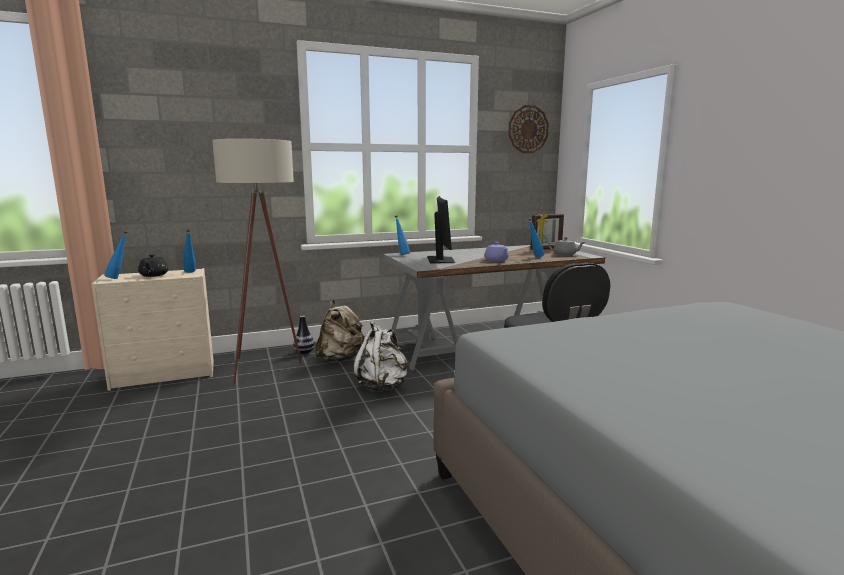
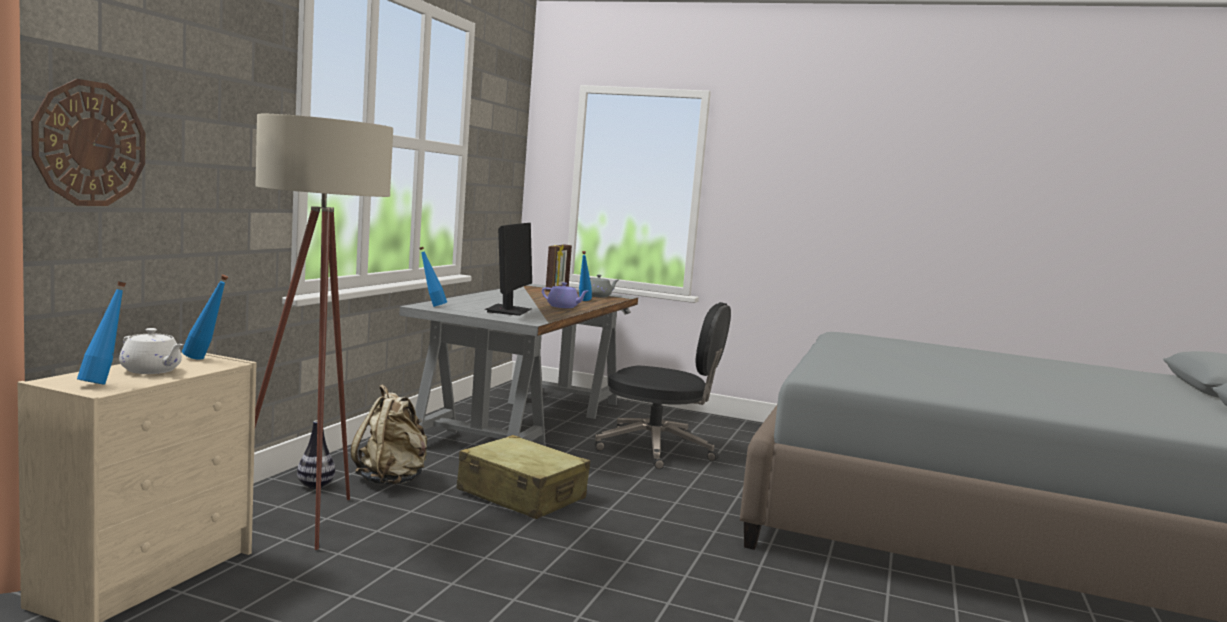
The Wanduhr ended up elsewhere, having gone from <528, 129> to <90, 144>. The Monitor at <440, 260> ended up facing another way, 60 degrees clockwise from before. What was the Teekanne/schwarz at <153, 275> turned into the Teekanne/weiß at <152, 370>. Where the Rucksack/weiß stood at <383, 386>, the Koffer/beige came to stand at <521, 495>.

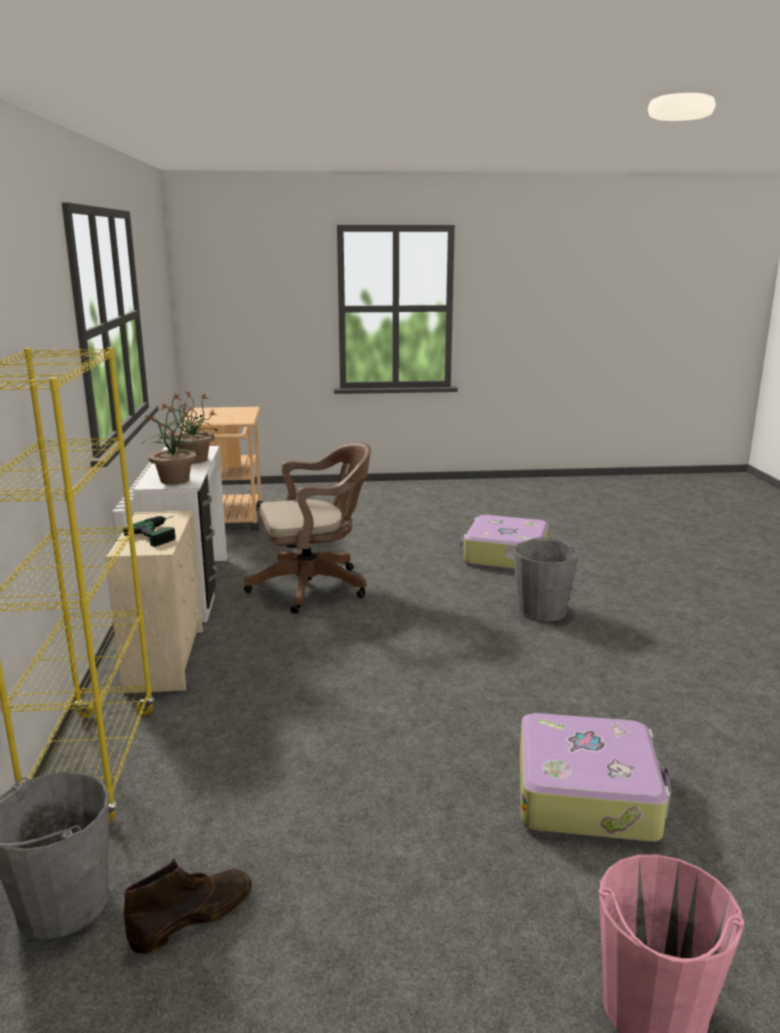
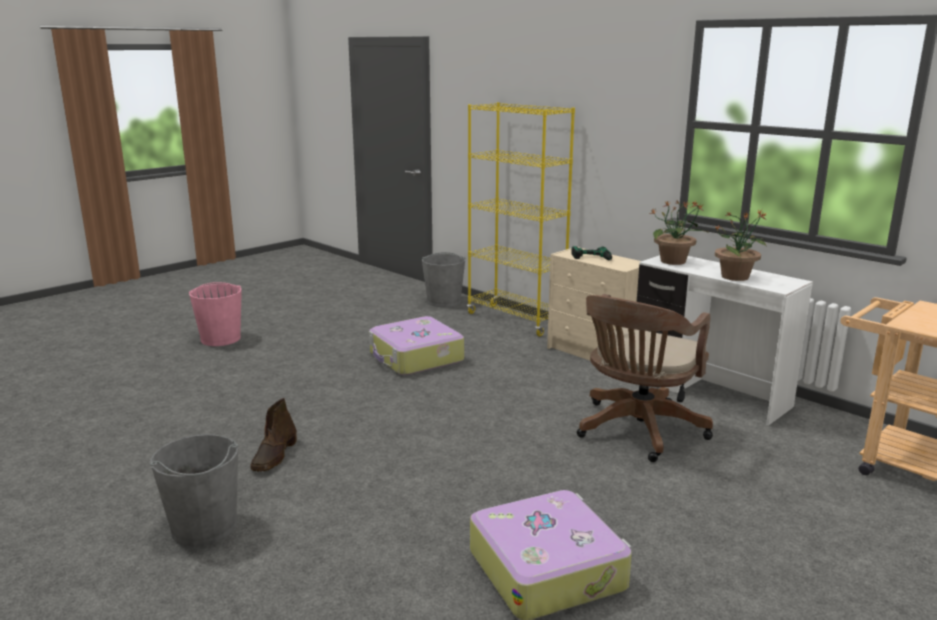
The Eimer/grau ended up elsewhere, having gone from <542, 610> to <204, 527>. The Koffer ended up elsewhere, having gone from <587, 794> to <415, 358>. The Stiefel/braun ended up elsewhere, having gone from <193, 916> to <274, 456>.

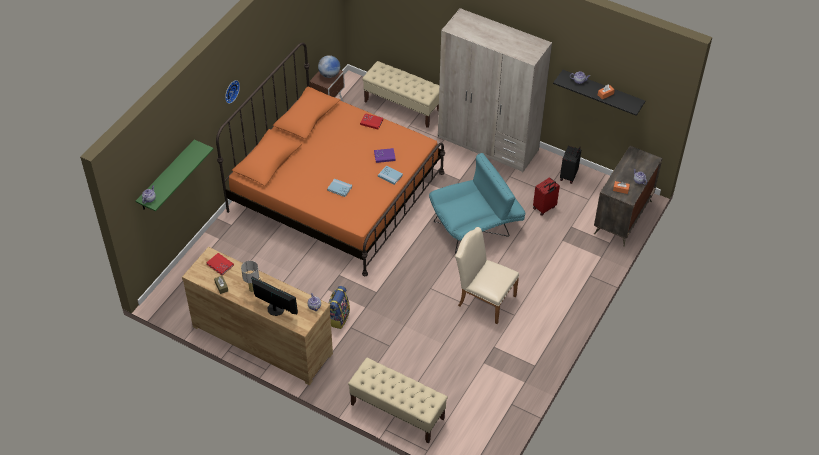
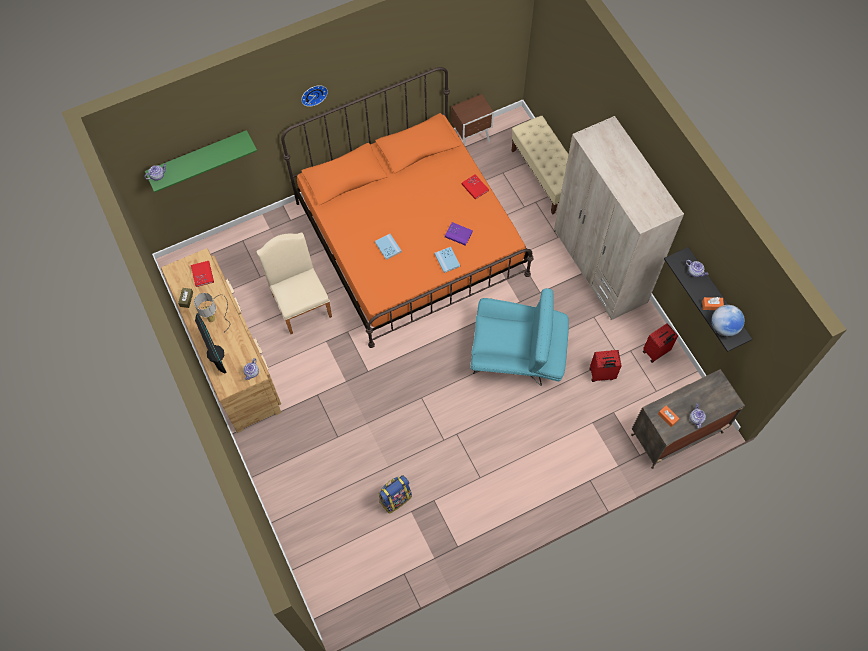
The Globus ended up elsewhere, having gone from <329, 74> to <723, 327>. What was the Koffer/schwarz at <569, 176> turned into the Koffer/rot at <656, 352>. The Stuhl/beige ended up elsewhere, having gone from <483, 299> to <300, 302>. The Rucksack ended up elsewhere, having gone from <338, 317> to <395, 498>. The second view lost the Bank/beige at <397, 411>.

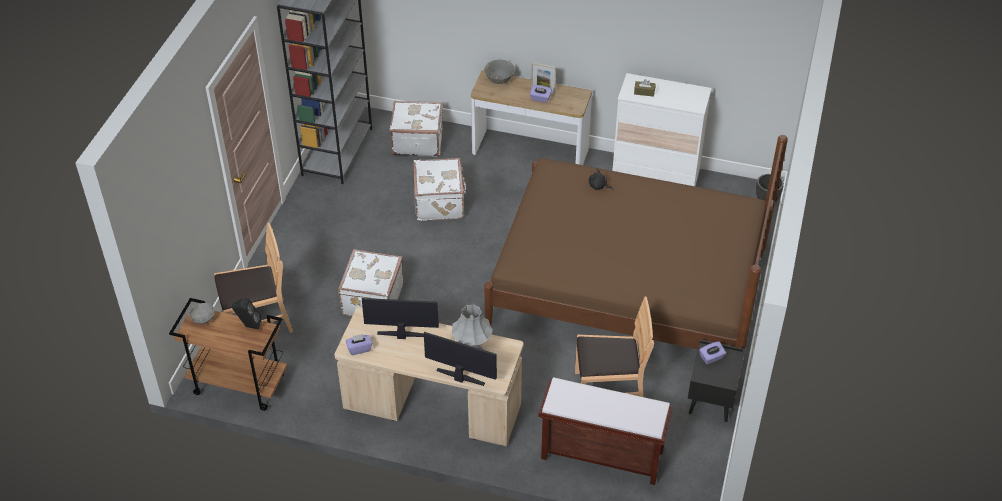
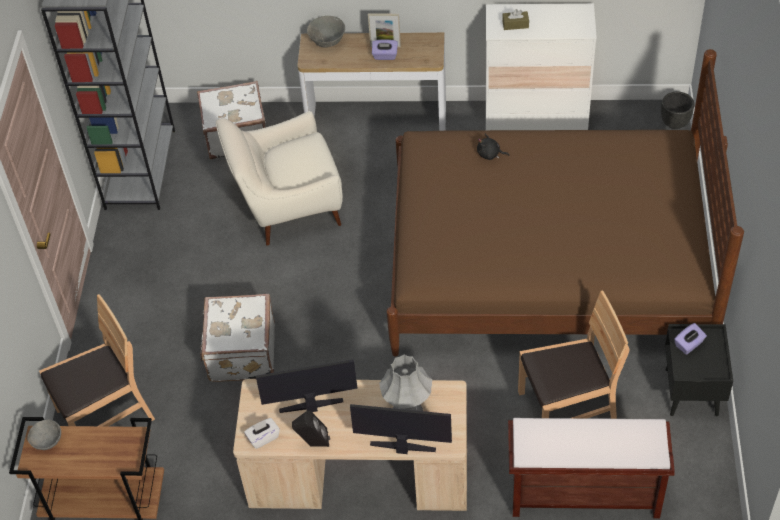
Where the Koffer/weiß stood at <440, 202>, the Sessel/weiß came to stand at <287, 208>. The Lautsprecher/schwarz ended up elsewhere, having gone from <249, 326> to <313, 444>. What was the Taschentuchbox/lila at <359, 349> turned into the Taschentuchbox/weiß at <263, 438>.

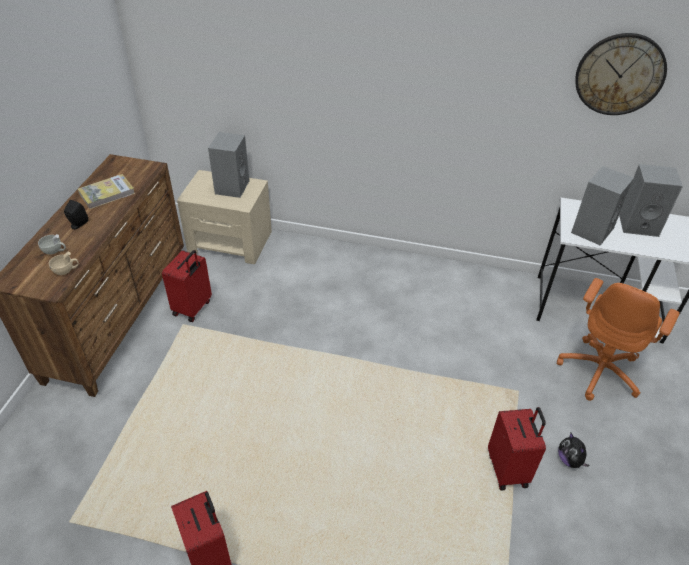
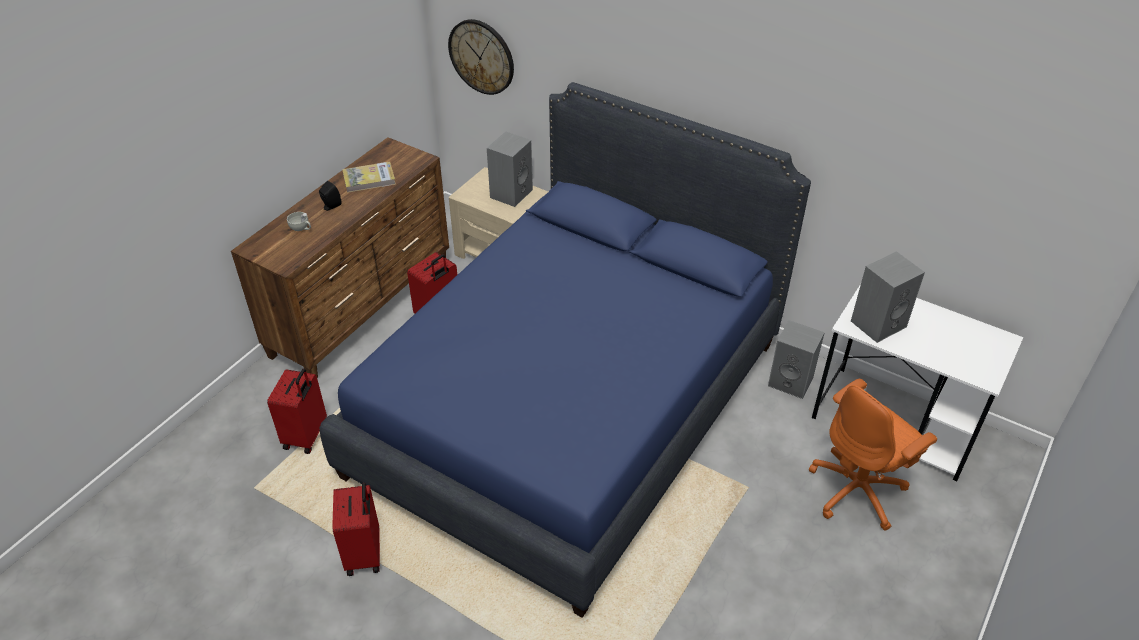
The Wanduhr ended up elsewhere, having gone from <619, 74> to <481, 56>. The Lautsprecher/grau ended up elsewhere, having gone from <639, 224> to <792, 381>. The second view lost the Tasse/beige at <66, 270>. The Koffer/rot ended up elsewhere, having gone from <508, 469> to <306, 436>. The second view lost the Plüschtier at <569, 460>. The second view gained the Bett/blau at <570, 407>.

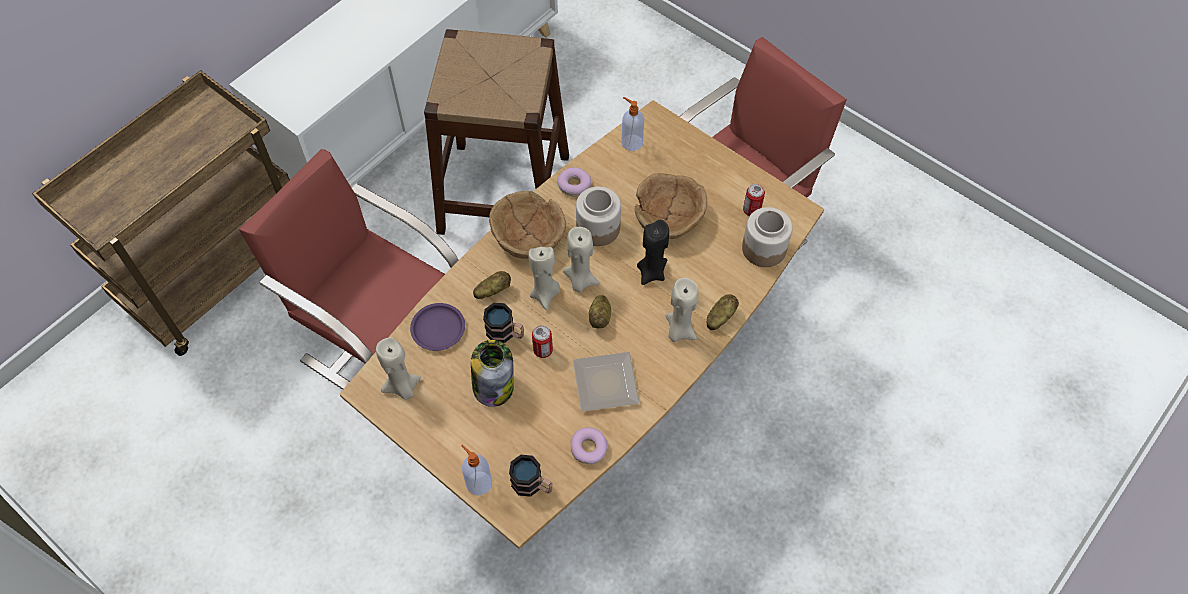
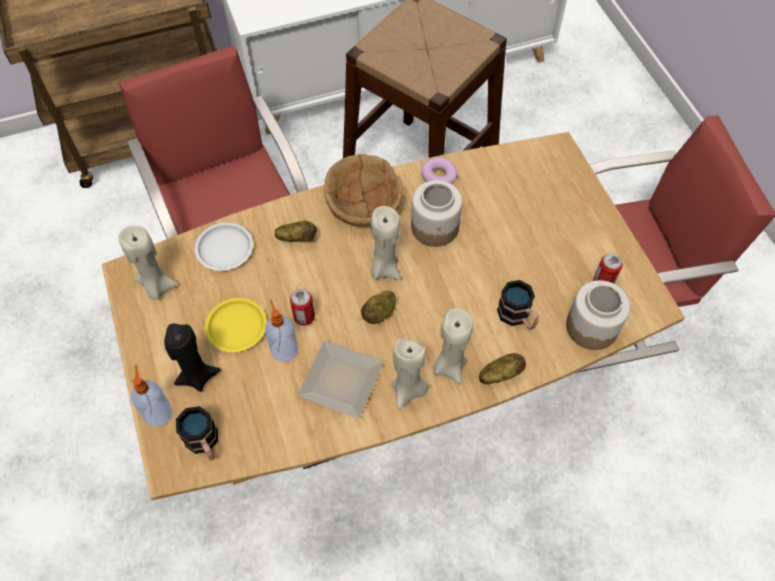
The Seifenspender ended up elsewhere, having gone from <631, 142> to <284, 349>. The second view lost the Schüssel/braun at <669, 216>. The Kerze/schwarz ended up elsewhere, having gone from <652, 272> to <197, 376>. The Kerze/beige ended up elsewhere, having gone from <545, 294> to <408, 390>. What was the Teller/lila at <437, 329> turned into the Teller/weiß at <224, 249>. The Henkelbecher ended up elsewhere, having gone from <506, 333> to <517, 317>. Where the Vorratsglas stood at <493, 385>, the Teller/gelb came to stand at <236, 327>. The second view lost the Donut at <588, 448>.

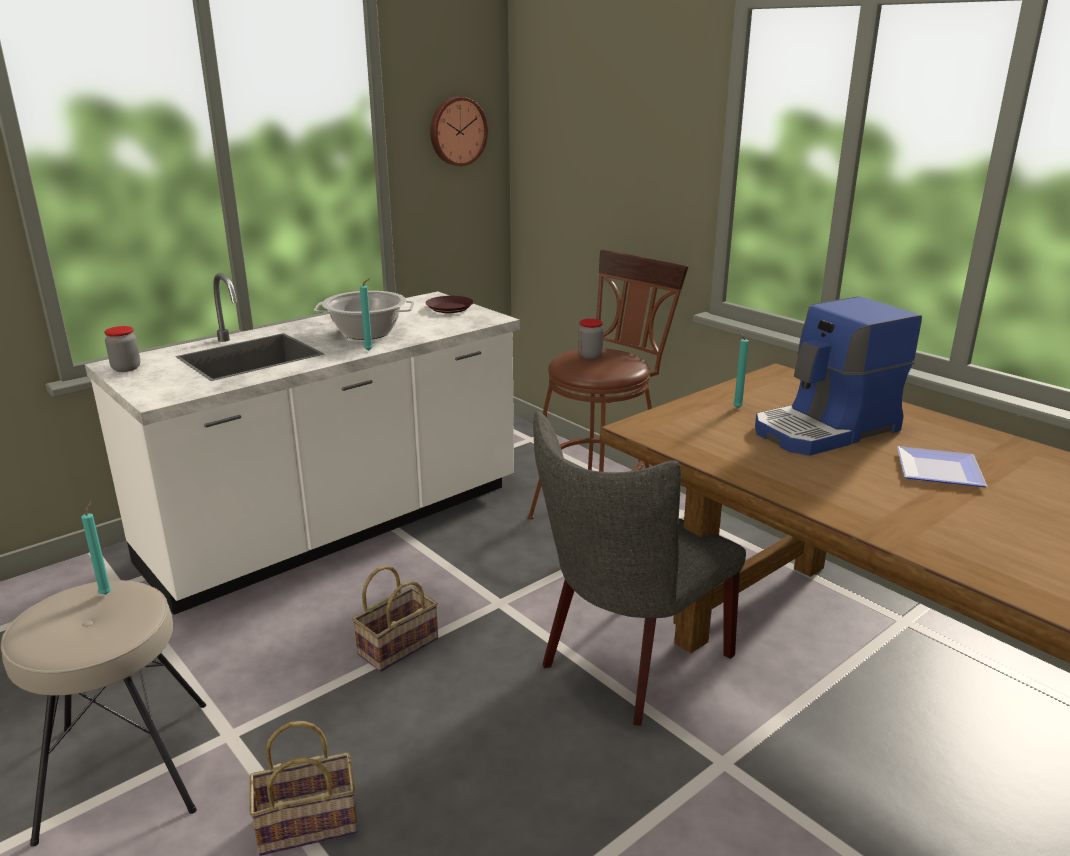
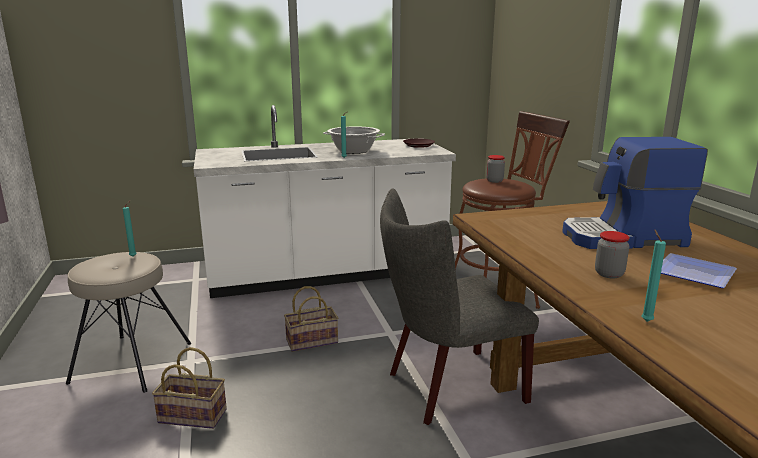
The second view lost the Wanduhr at <457, 131>. The Vorratsglas ended up elsewhere, having gone from <126, 368> to <609, 274>. The Kerze/türkis ended up elsewhere, having gone from <736, 407> to <645, 320>.

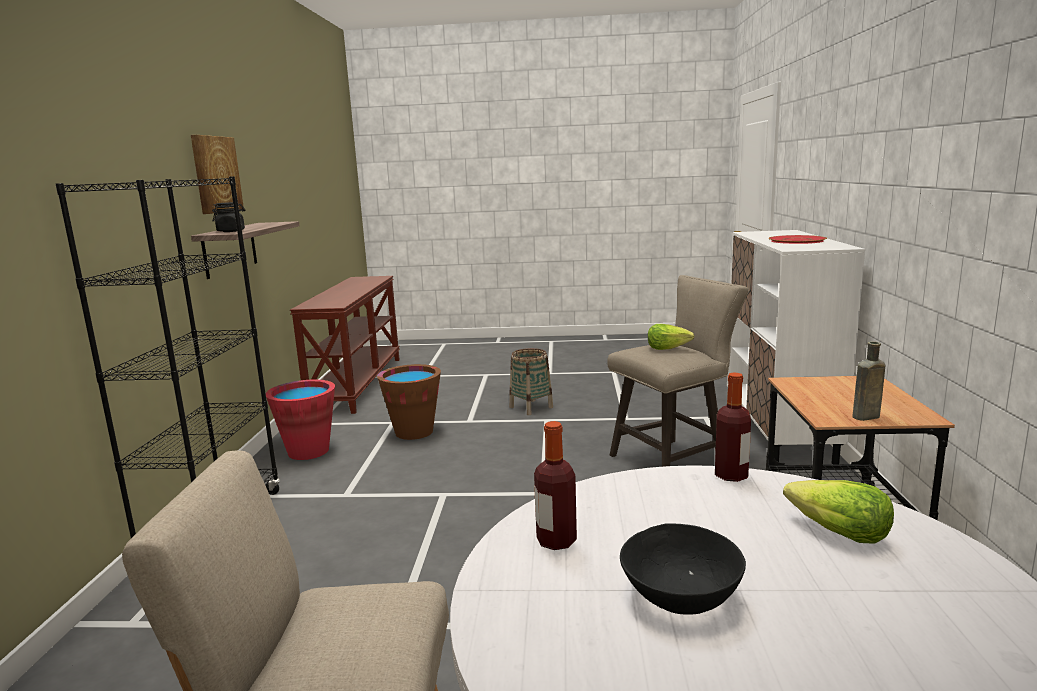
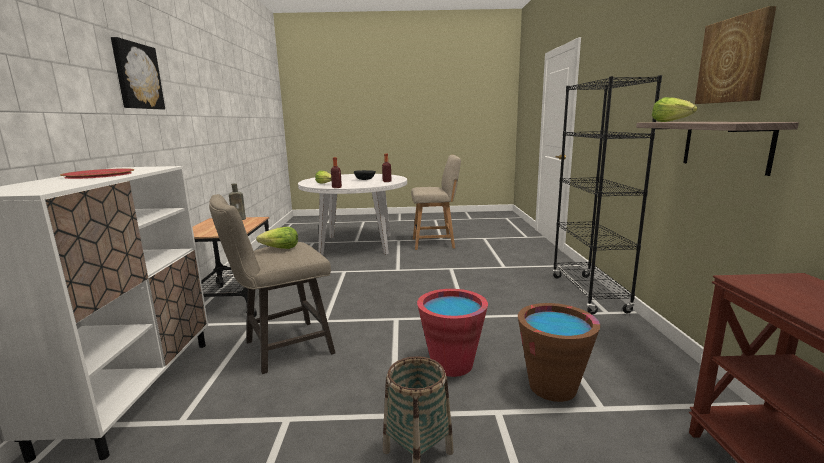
Where the Vorratsglas/schwarz stood at <231, 231>, the Salatkopf came to stand at <672, 121>. The Eimer/rot ended up elsewhere, having gone from <308, 451> to <452, 364>. The second view gained the Bild at <136, 76>.

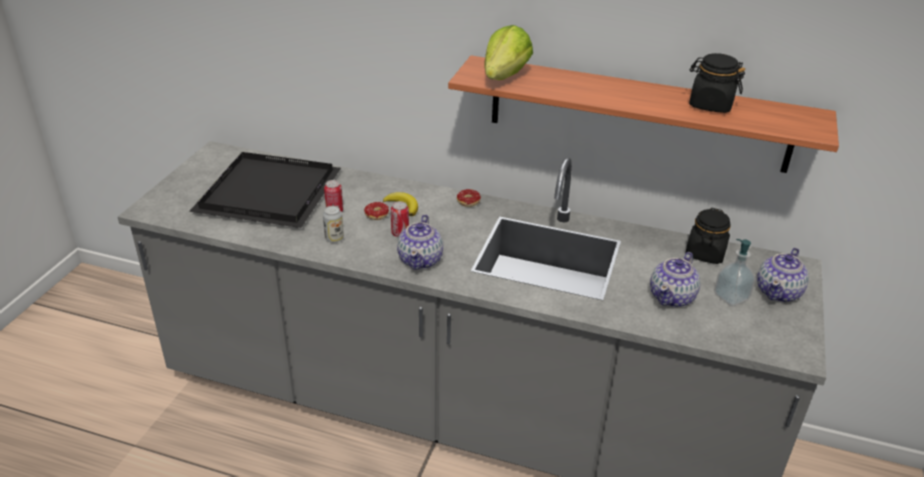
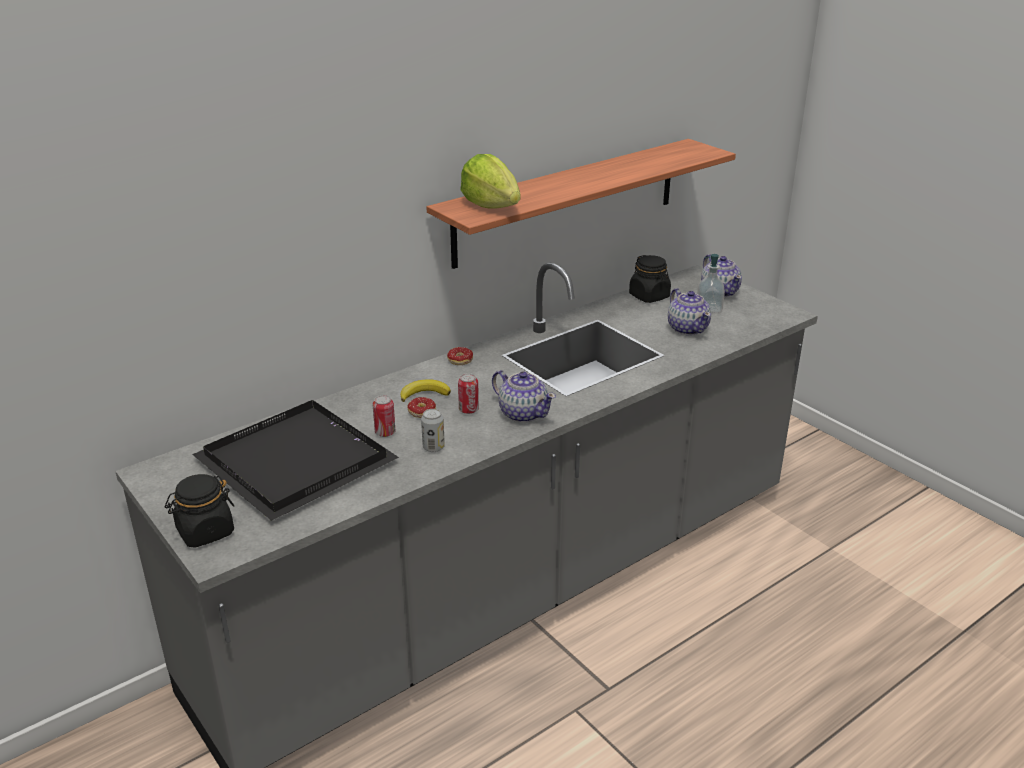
The Vorratsglas/schwarz ended up elsewhere, having gone from <710, 104> to <205, 532>.

